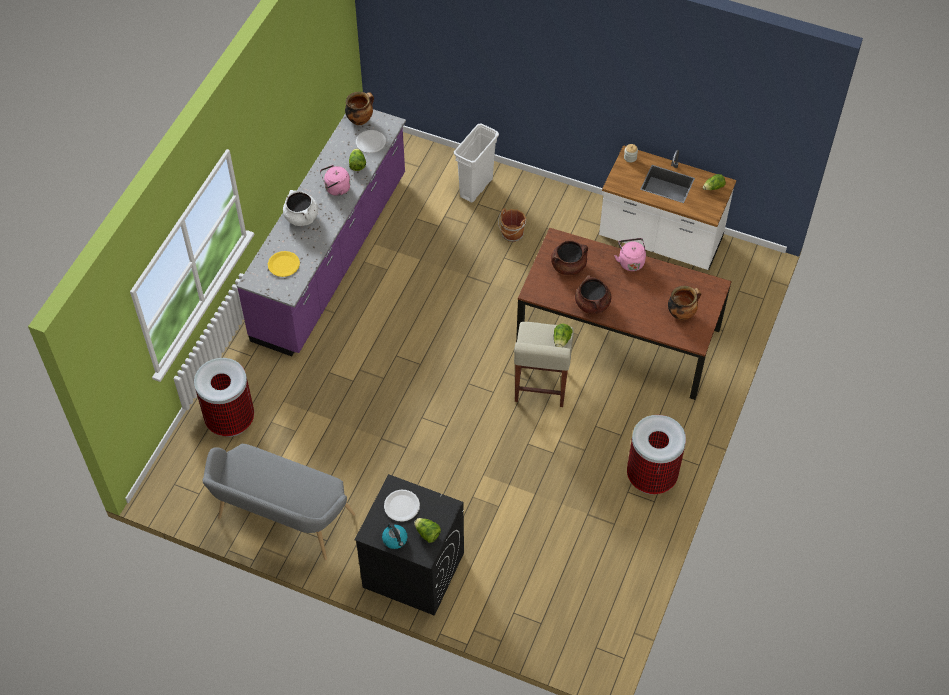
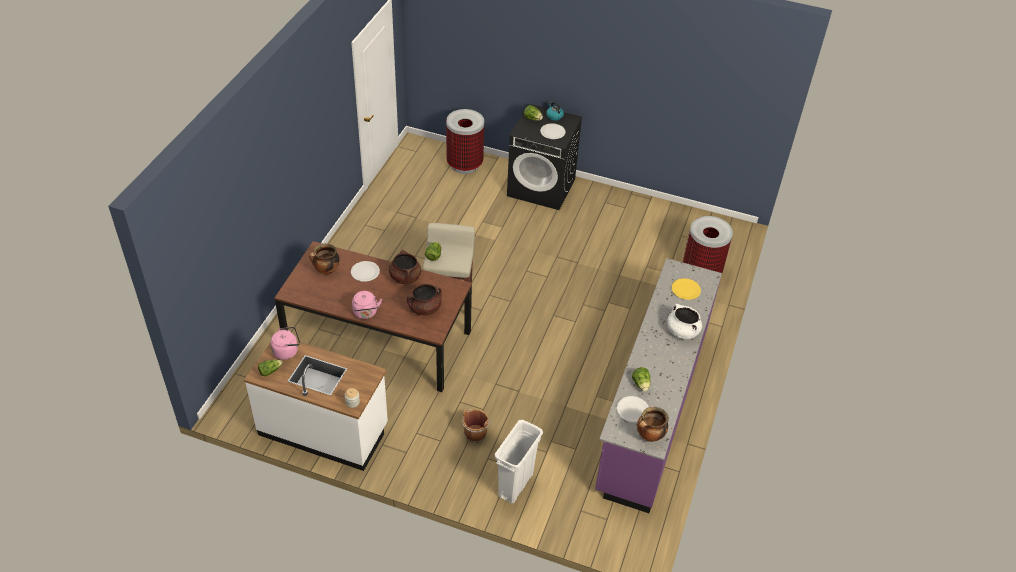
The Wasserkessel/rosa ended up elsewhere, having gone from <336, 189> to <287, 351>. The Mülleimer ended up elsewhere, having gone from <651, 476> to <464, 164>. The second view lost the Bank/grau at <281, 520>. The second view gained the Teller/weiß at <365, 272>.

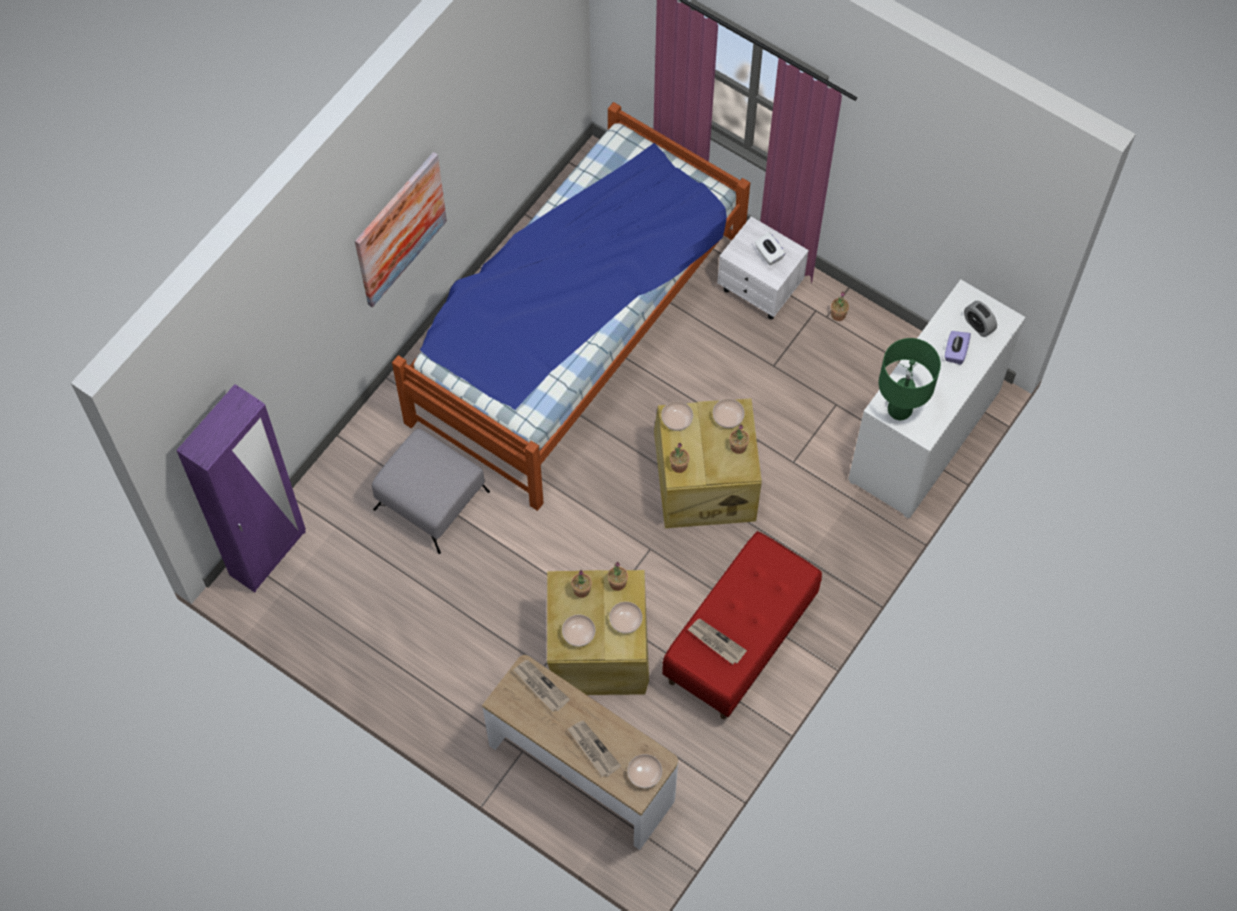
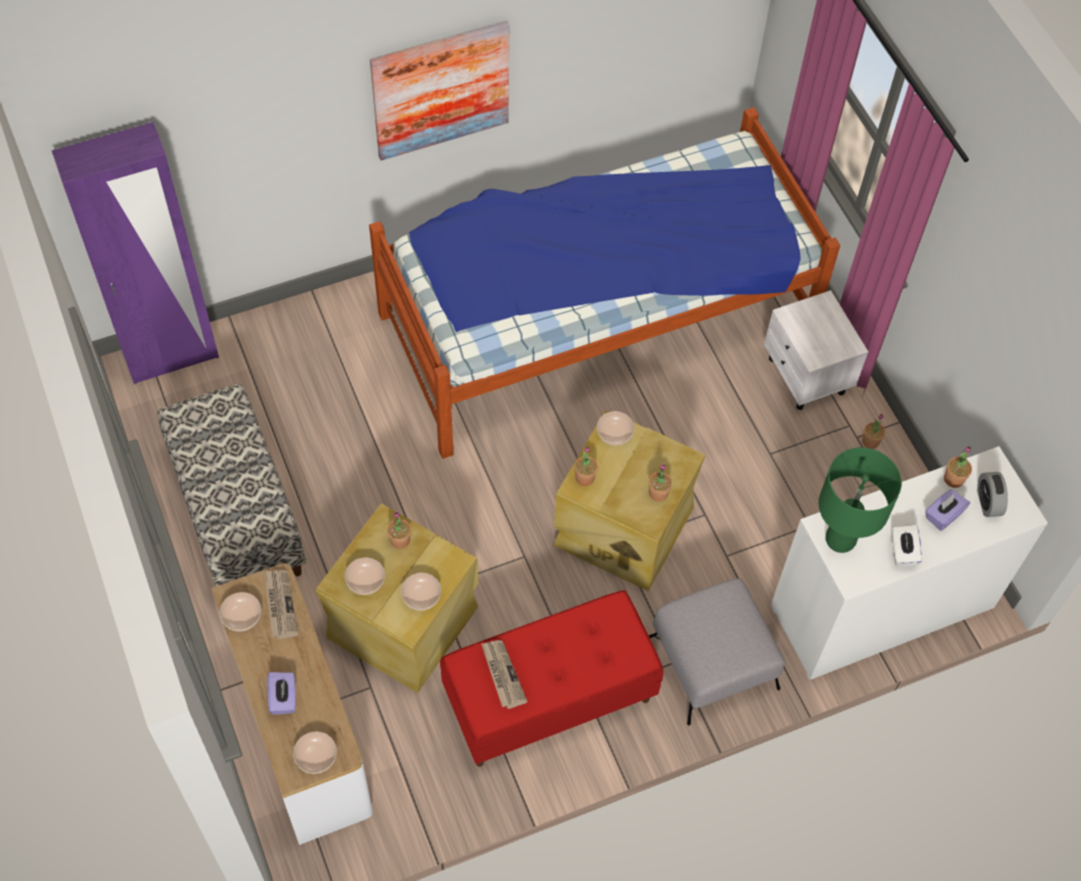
The Taschentuchbox/weiß ended up elsewhere, having gone from <768, 254> to <903, 552>. The Schüssel ended up elsewhere, having gone from <728, 416> to <242, 615>. The Polsterhocker/grau ended up elsewhere, having gone from <432, 501> to <712, 663>. The Topfpflanze ended up elsewhere, having gone from <617, 583> to <953, 479>. Where the Zeitung stood at <592, 749>, the Taschentuchbox/lila came to stand at <283, 698>. The second view gained the Bank at <237, 514>.

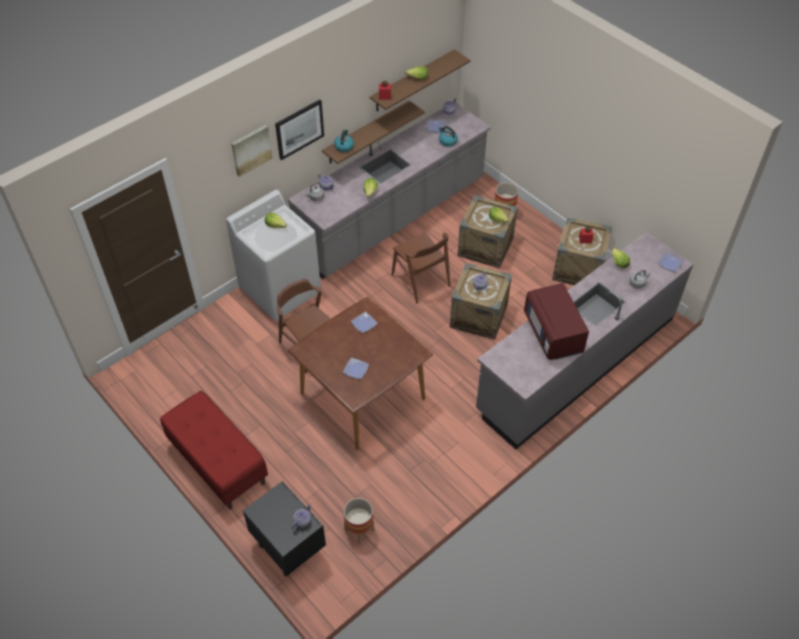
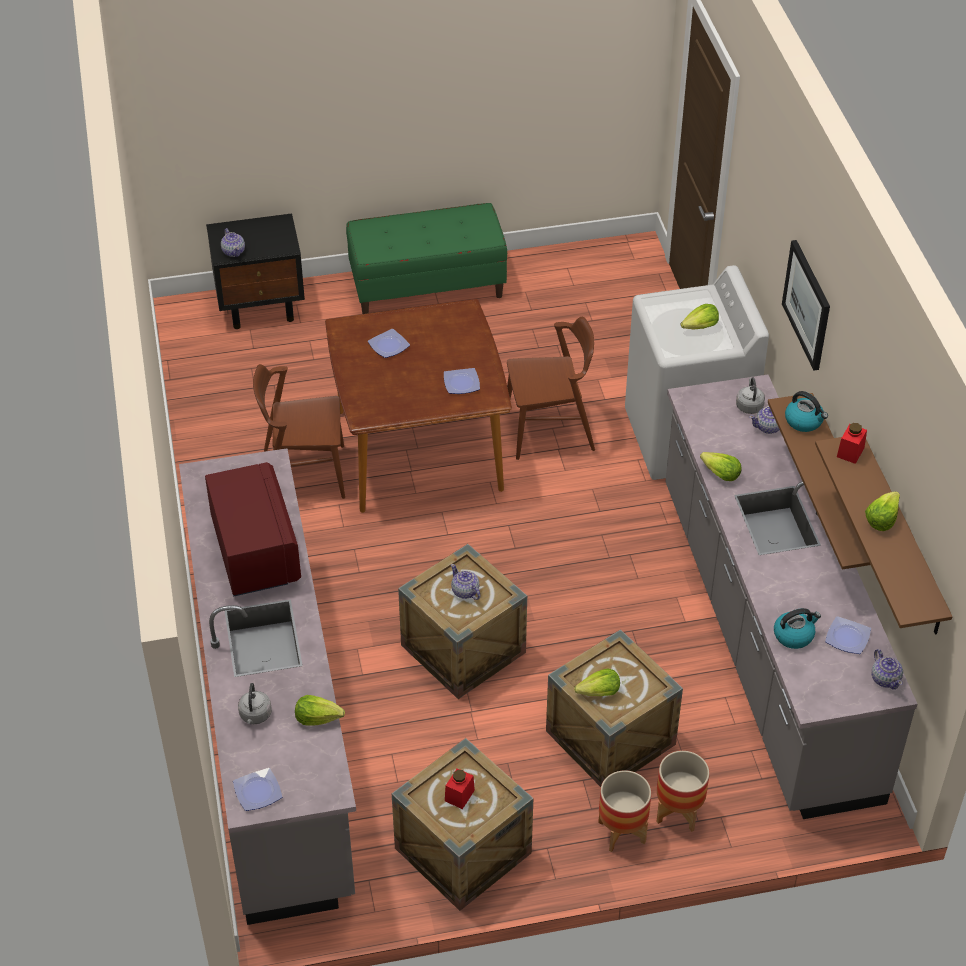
The second view lost the Bild at <251, 150>. The Stuhl/braun ended up elsewhere, having gone from <420, 280> to <303, 473>. The Mikrowelle/rot at <553, 334> ended up facing another way, 60 degrees clockwise from before. What was the Bank/rot at <218, 463> turned into the Bank/grün at <427, 287>. The Pflanzkübel ended up elsewhere, having gone from <359, 530> to <622, 832>.

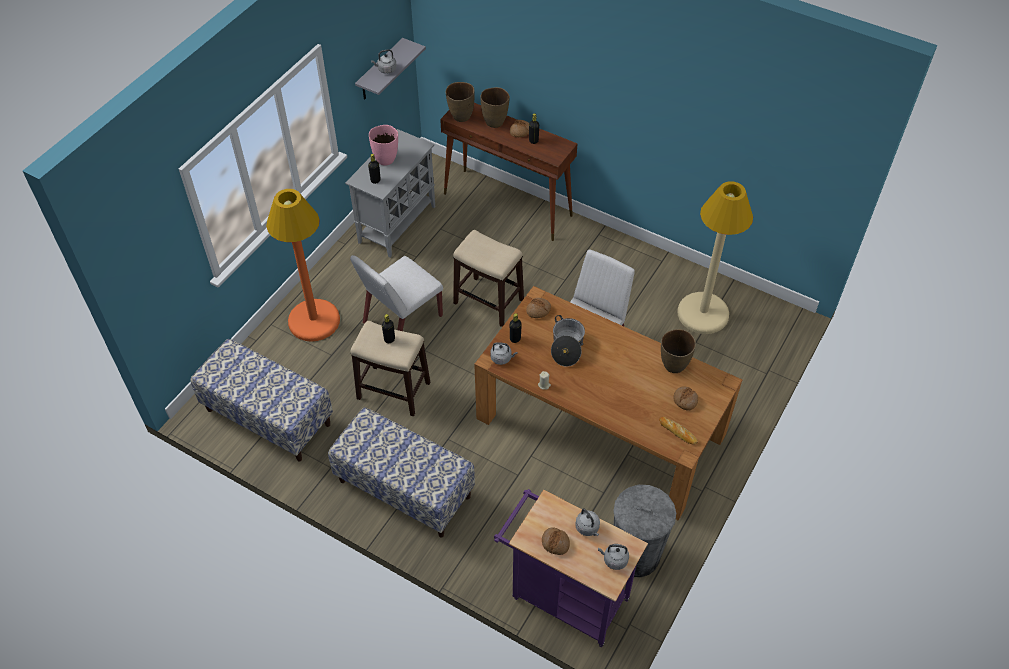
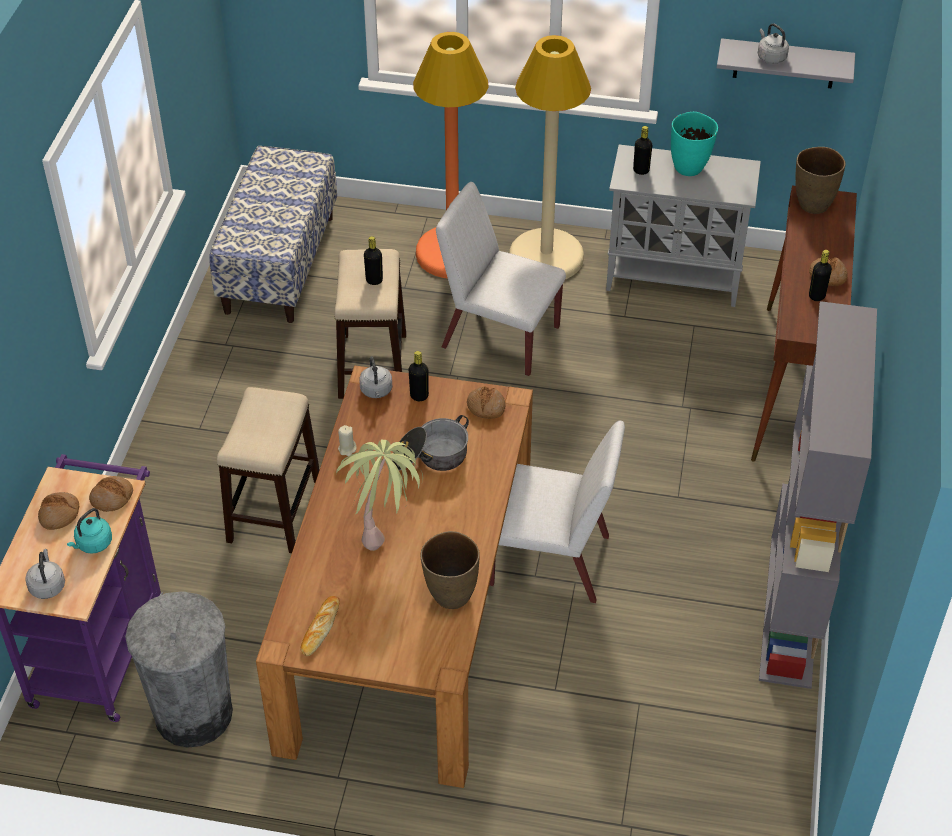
The second view lost the Vase/braun at <495, 122>. What was the Vase/rosa at <386, 159> turned into the Vase/türkis at <689, 168>. The Stehlampe/beige ended up elsewhere, having gone from <703, 313> to <546, 257>. The Hocker ended up elsewhere, having gone from <488, 301> to <274, 510>. The Brot ended up elsewhere, having gone from <685, 400> to <112, 497>. The second view lost the Bank at <404, 489>. What was the Wasserkessel/grau at <588, 528> turned into the Wasserkessel/türkis at <93, 544>. The second view gained the Bücherregal/grau at <791, 611>. The second view gained the Topfpflanze at <384, 525>.

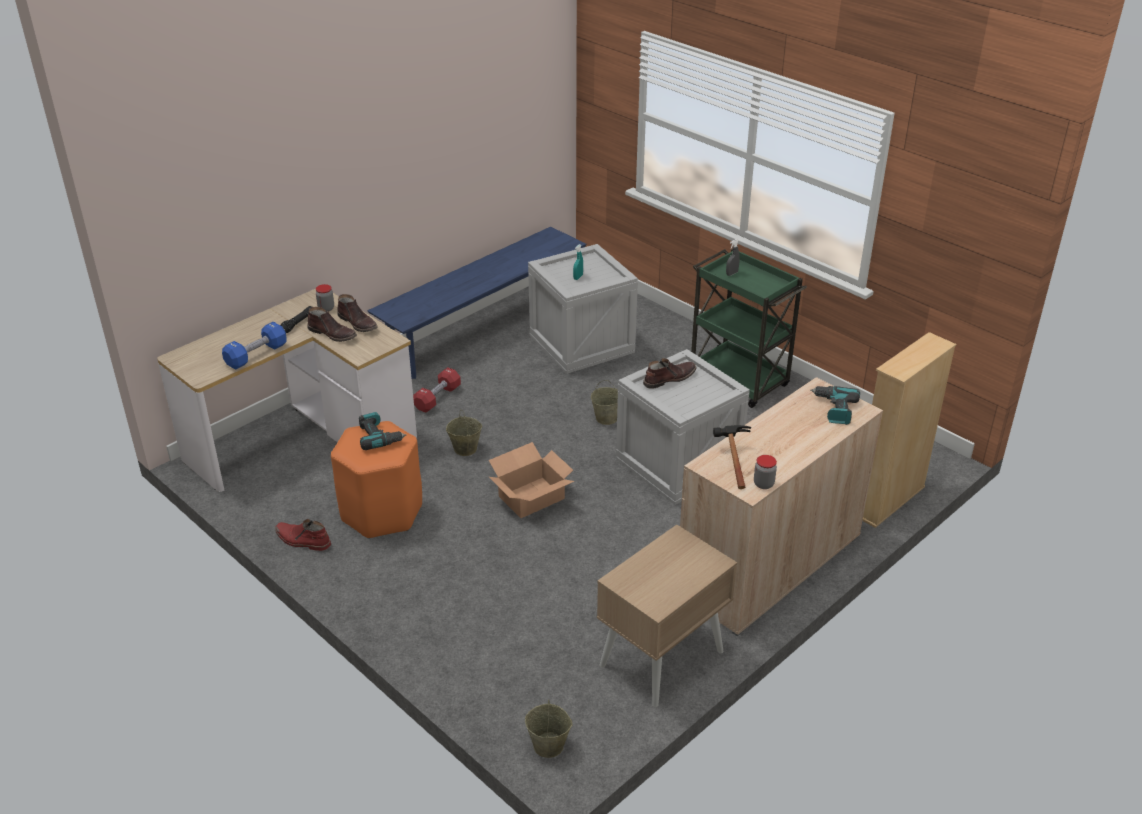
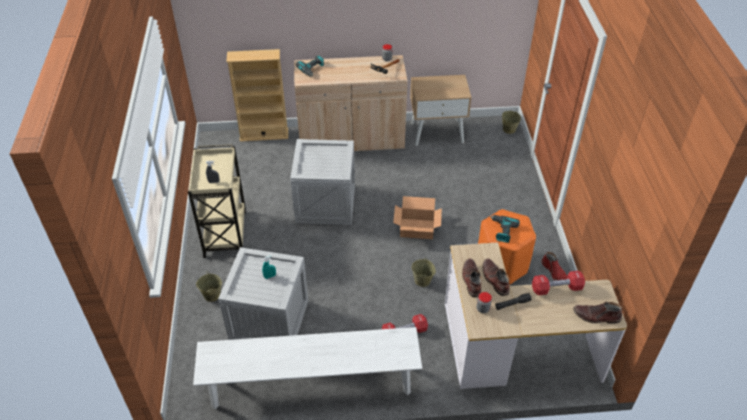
What was the Bank/blau at <484, 327> turned into the Bank/weiß at <311, 385>. What was the Rollwagen/grün at <739, 381> turned into the Rollwagen/beige at <225, 232>. What was the Hantel/blau at <256, 355> turned into the Hantel/rot at <556, 288>. The Stiefel/braun ended up elsewhere, having gone from <669, 378> to <596, 316>. The Eimer/beige ended up elsewhere, having gone from <607, 418> to <211, 295>.

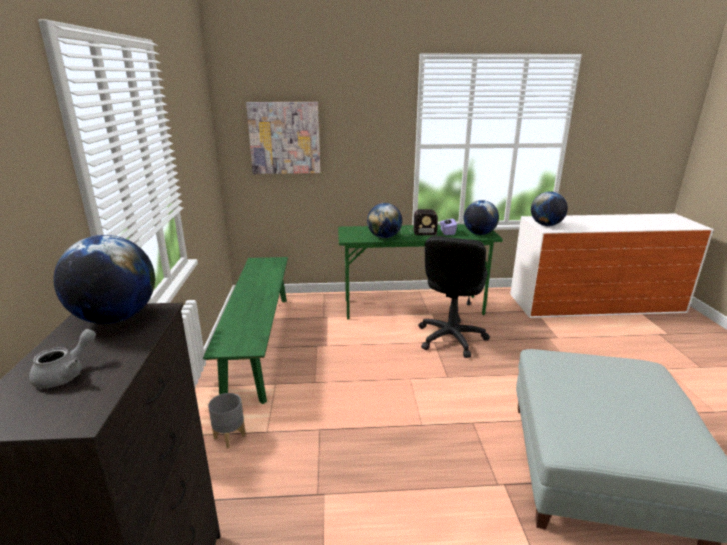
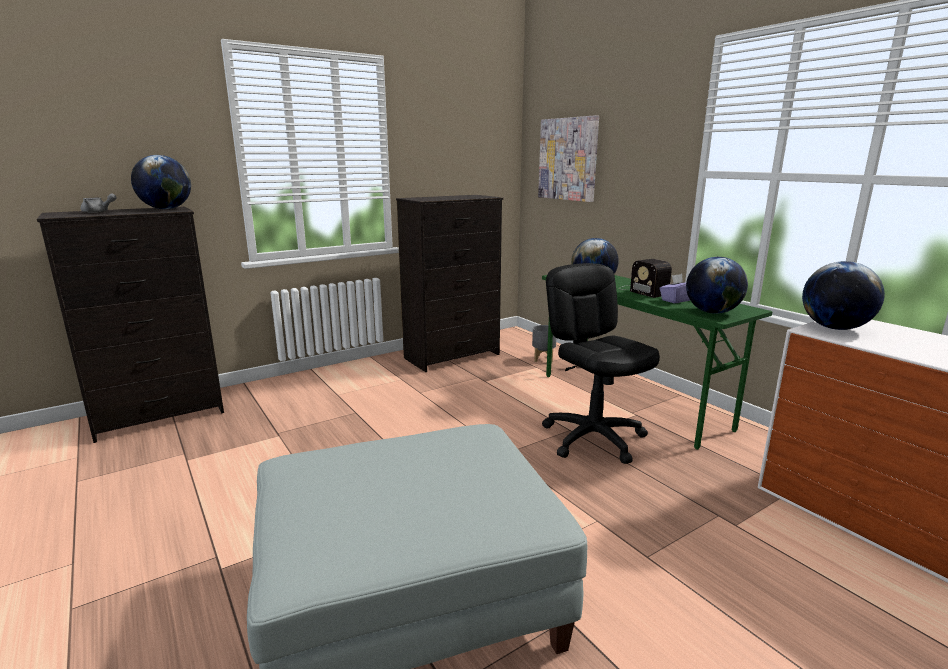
The Bürostuhl/schwarz at <450, 338> ended up facing another way, 75 degrees clockwise from before. Where the Bank/grün stood at <259, 343>, the Kommode/schwarz came to stand at <453, 356>. The Pflanzkübel/grau ended up elsewhere, having gone from <230, 437> to <543, 359>.

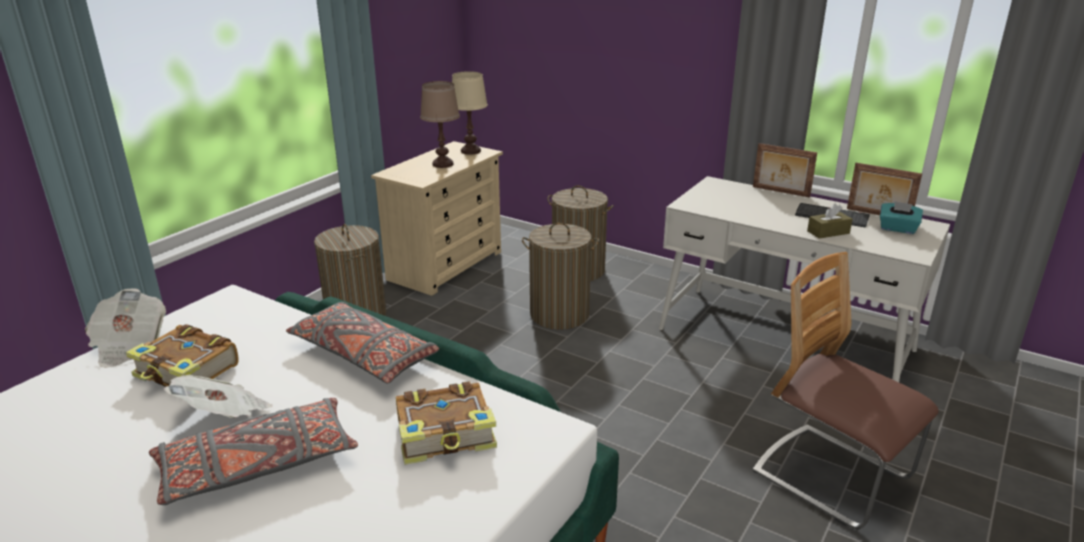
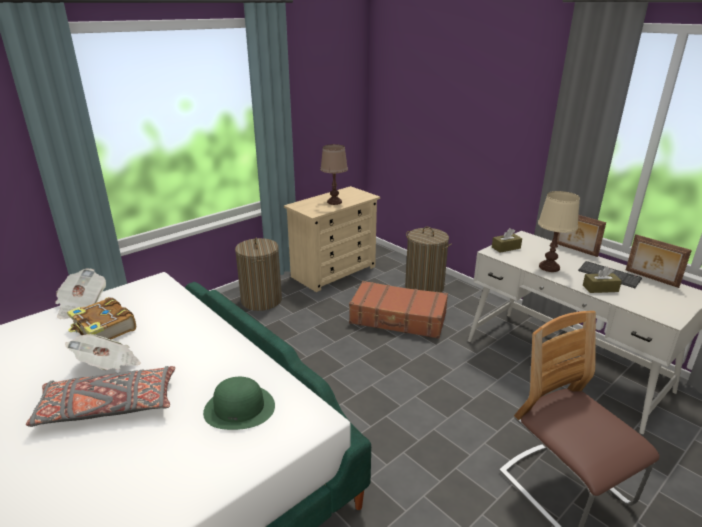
The Tischlampe/beige ended up elsewhere, having gone from <471, 151> to <549, 267>. The second view lost the Taschentuchbox/türkis at <897, 229>. Where the Wäschekorb stood at <559, 314>, the Koffer/braun came to stand at <398, 319>. The second view lost the Kissen/grau at <364, 355>. Where the Buch stood at <446, 435>, the Hut/grün came to stand at <239, 408>. The second view gained the Taschentuchbox/braun at <506, 248>.

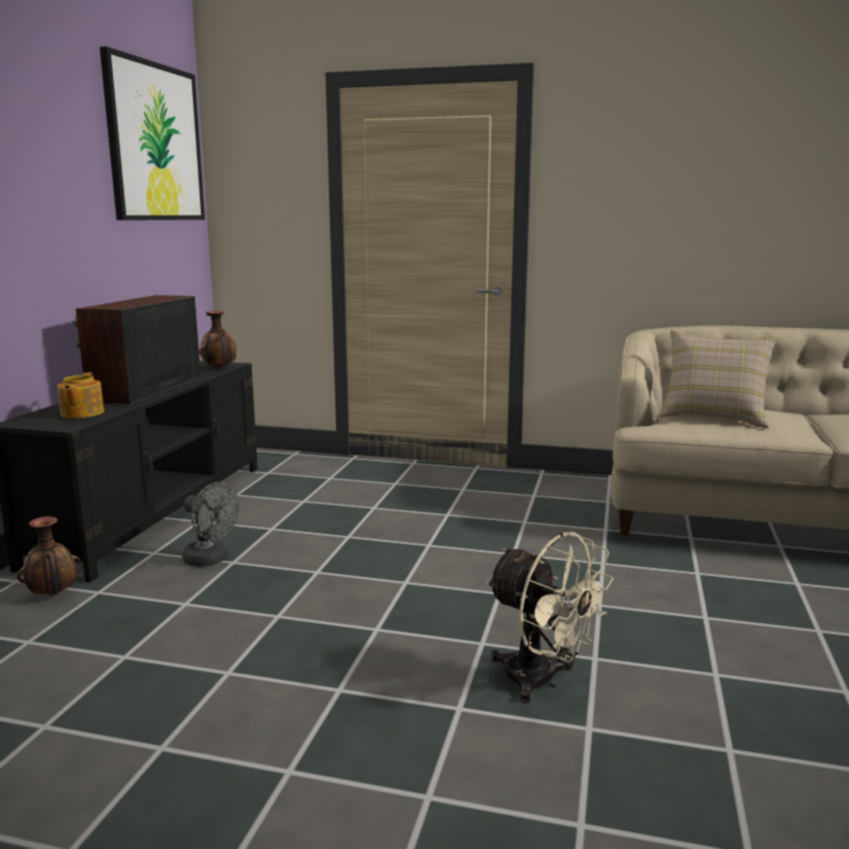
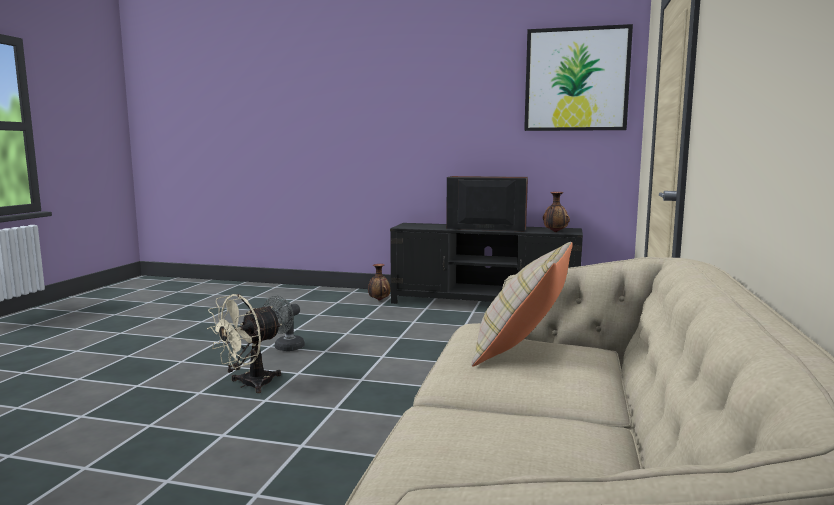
The second view lost the Teekanne at <81, 413>. The Ventilator/grau ended up elsewhere, having gone from <211, 560> to <286, 348>.

